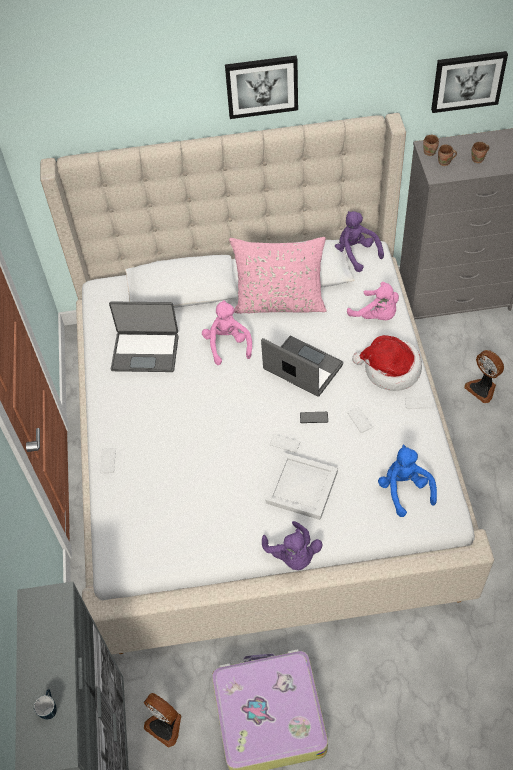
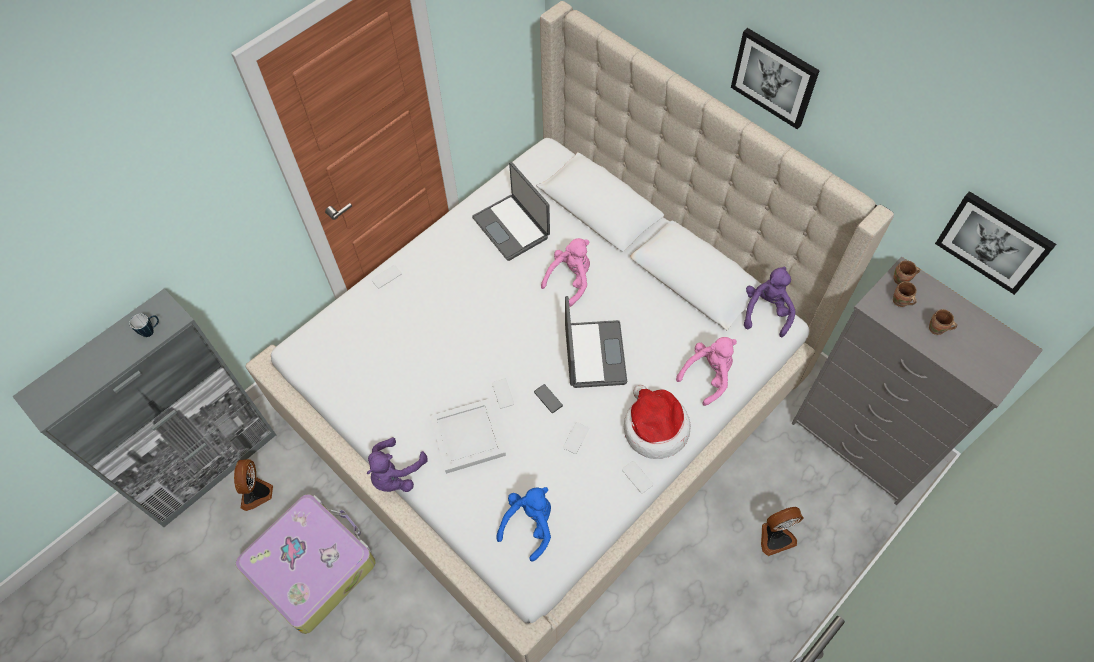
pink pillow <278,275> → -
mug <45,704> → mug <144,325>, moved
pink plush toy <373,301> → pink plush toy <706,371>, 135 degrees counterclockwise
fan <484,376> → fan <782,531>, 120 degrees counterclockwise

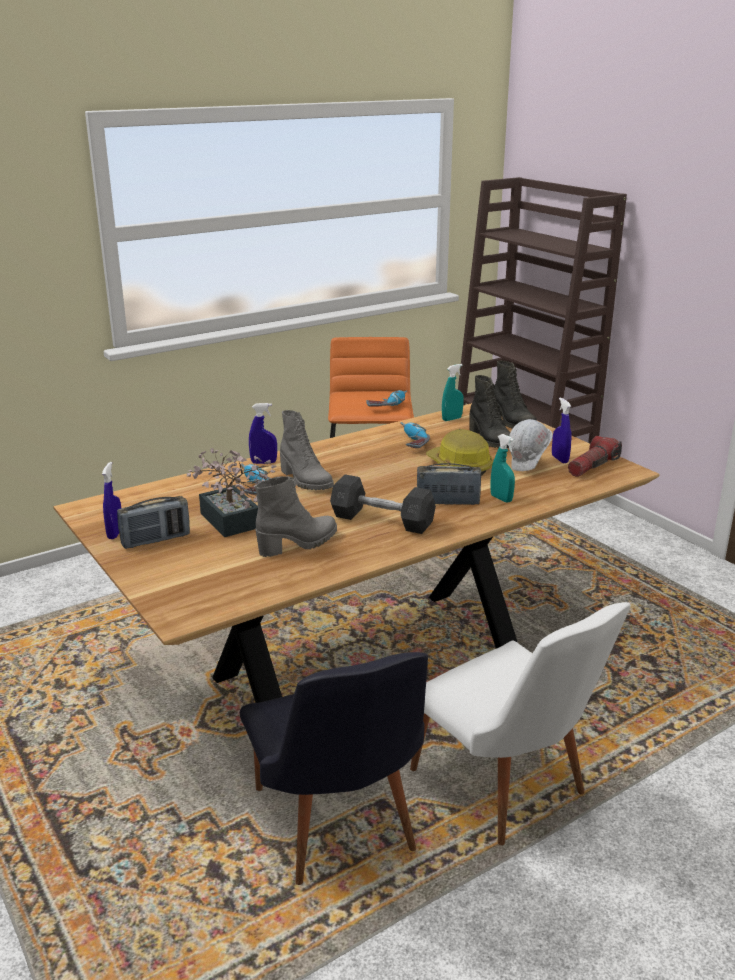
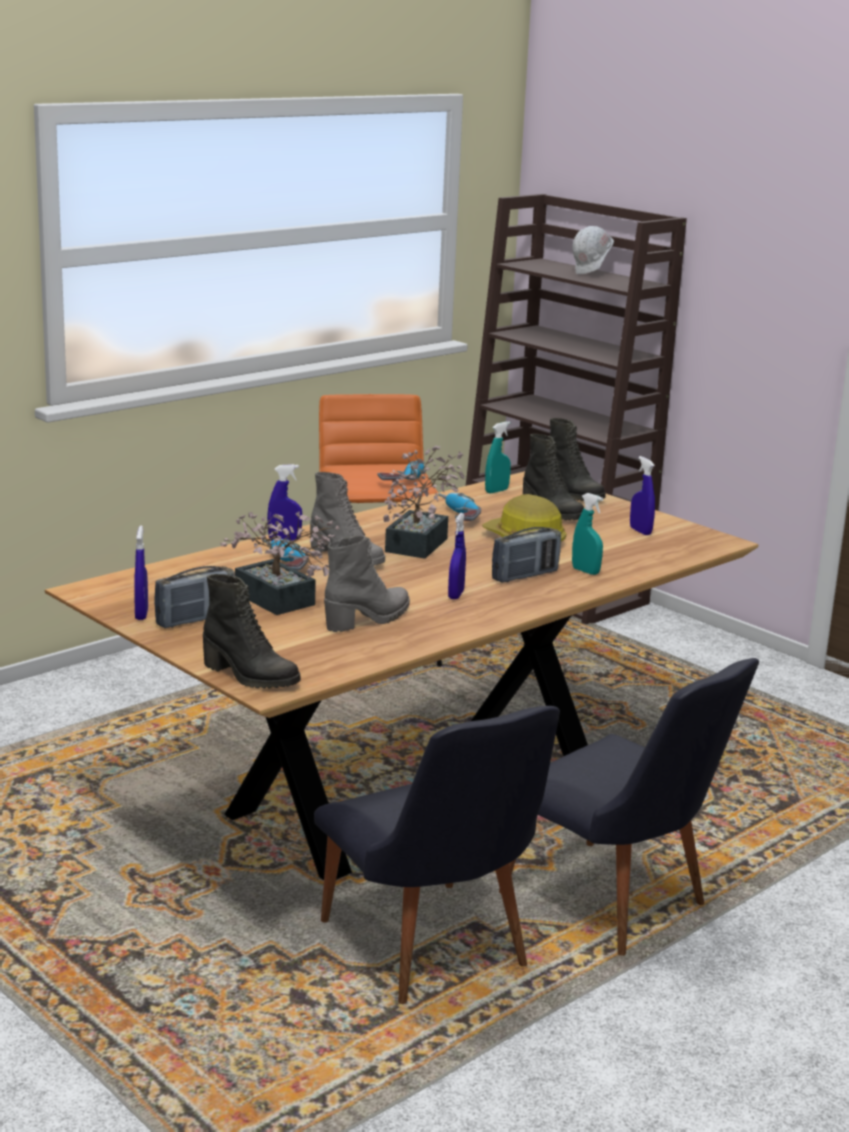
flashlight <595,456> → -
- → black boot <252,631>
- → potted plant <424,502>
white hard hat <531,445> → white hard hat <593,250>, moved
grey dumbbell <383,504> → blue spray bottle <457,556>
white chair <520,723> → black chair <629,807>
radio <449,484> → radio <526,554>, 150 degrees clockwise

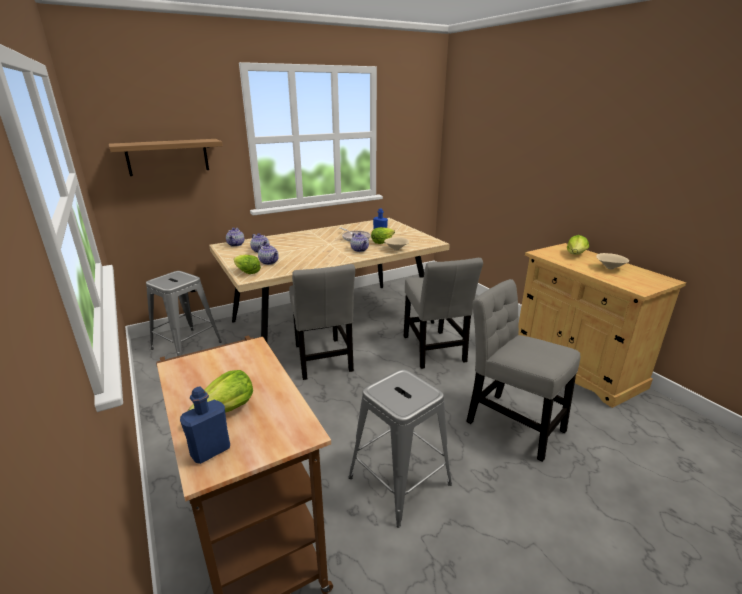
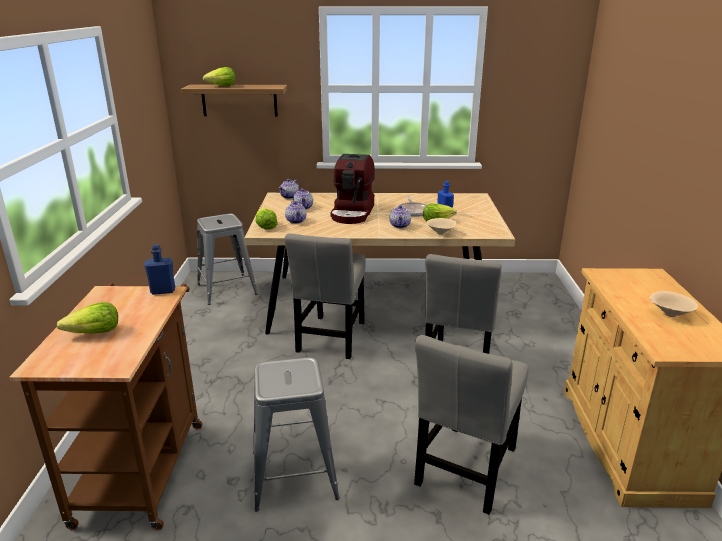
- → coffee machine <352,189>
blue bottle <205,425> → blue bottle <159,269>, moved
lettuce <578,245> → lettuce <219,76>, moved
grey chair <523,370> → grey chair <471,425>, 135 degrees counterclockwise

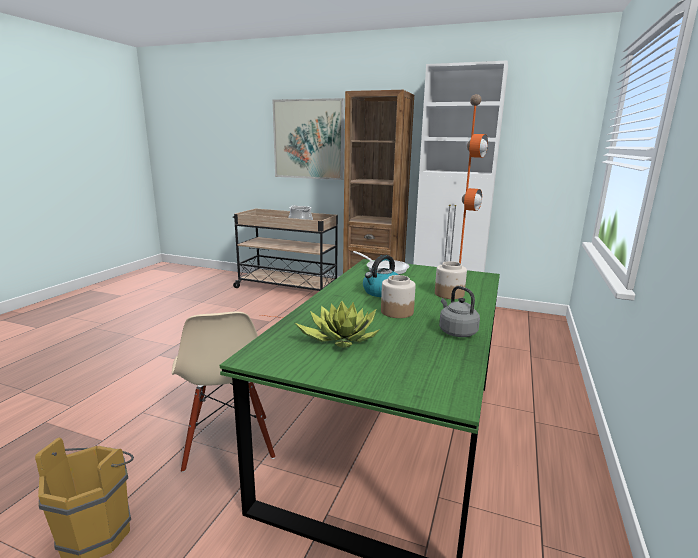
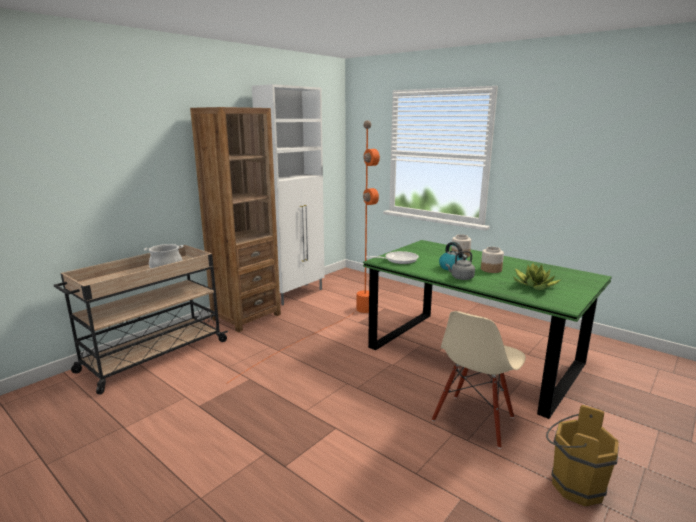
picture <308,139> → -
grey kettle <459,311> → grey kettle <460,265>, moved
beige chair <223,392> → beige chair <479,380>, 120 degrees clockwise

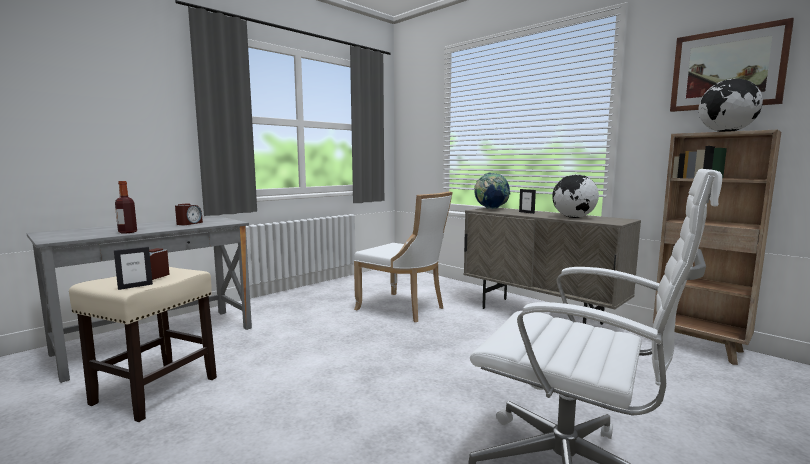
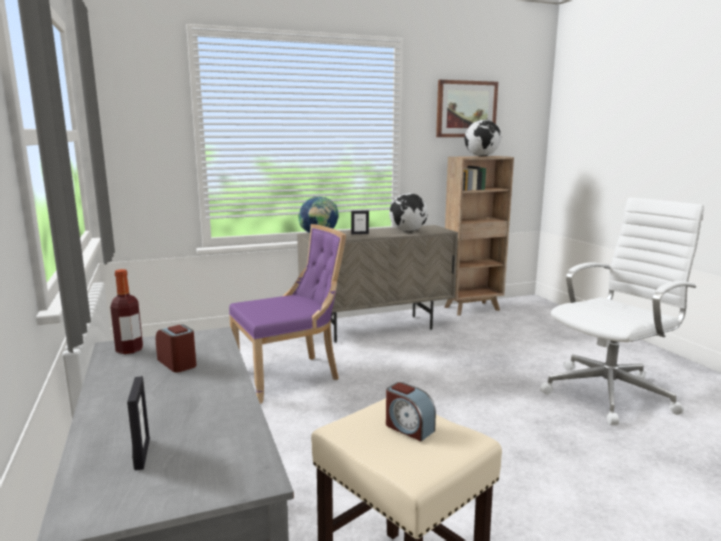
picture frame <133,268> → picture frame <138,423>, moved
bottle <126,207> → bottle <126,311>, moved
white chair <403,256> → purple chair <287,314>

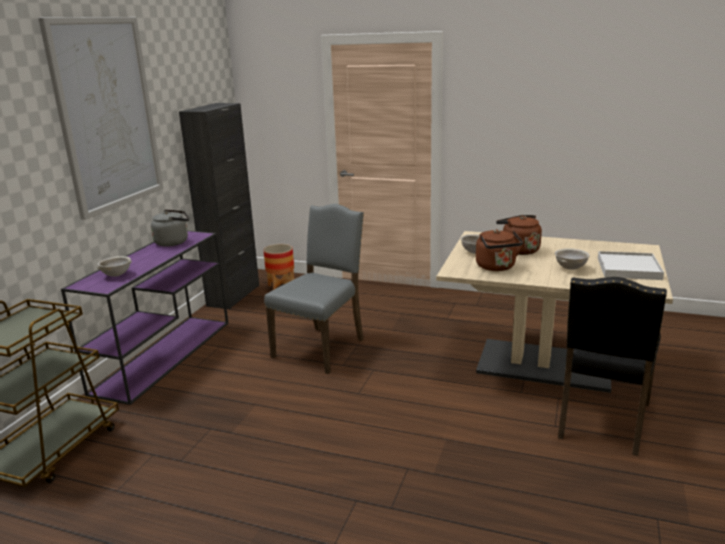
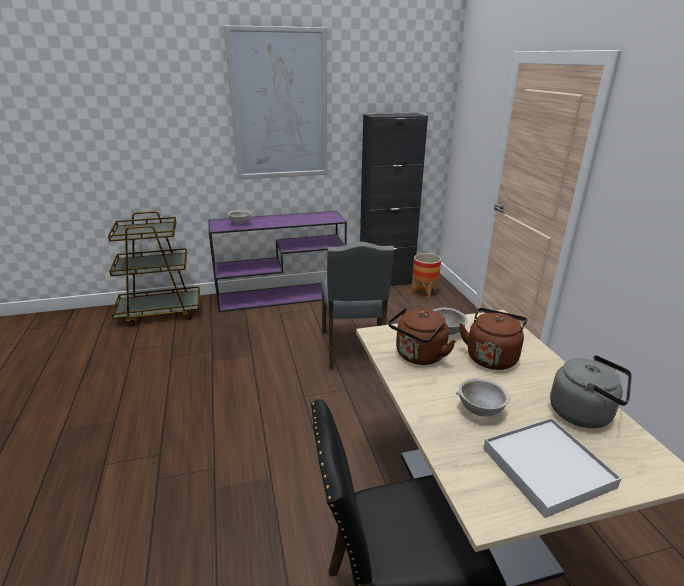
grey kettle <170,228> → grey kettle <591,391>, moved
grey chair <314,289> → grey chair <358,306>, 90 degrees clockwise

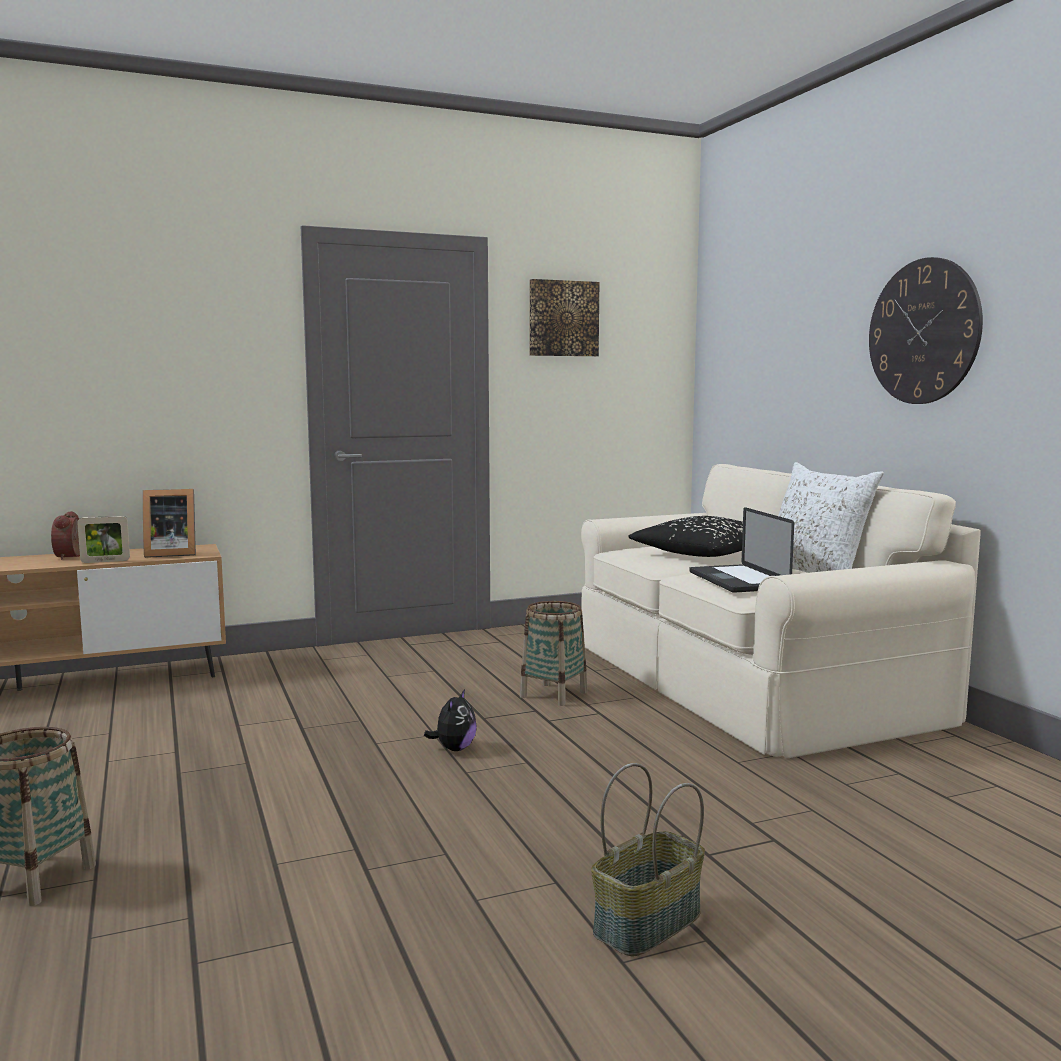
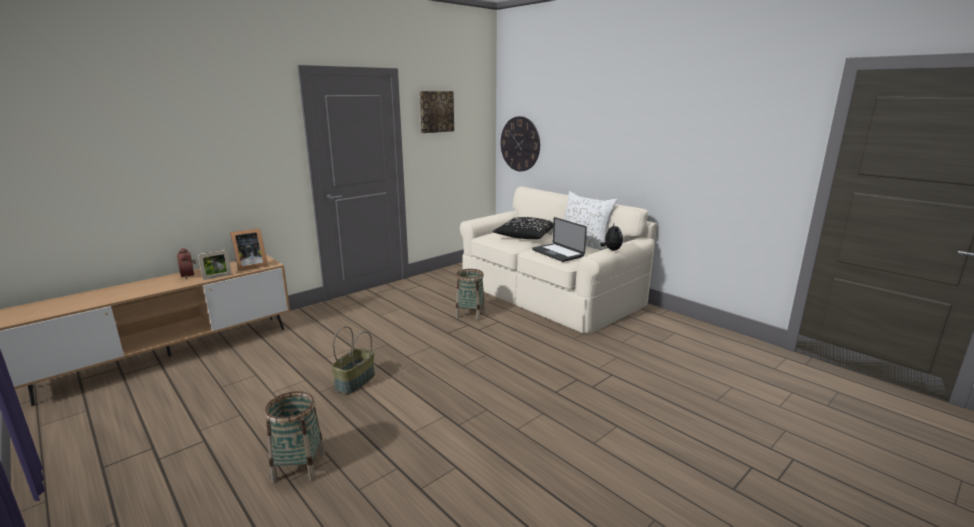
plush toy <450,720> → plush toy <611,237>, moved
basket <648,859> → basket <353,360>, moved
wall clock <926,330> → wall clock <520,143>, moved

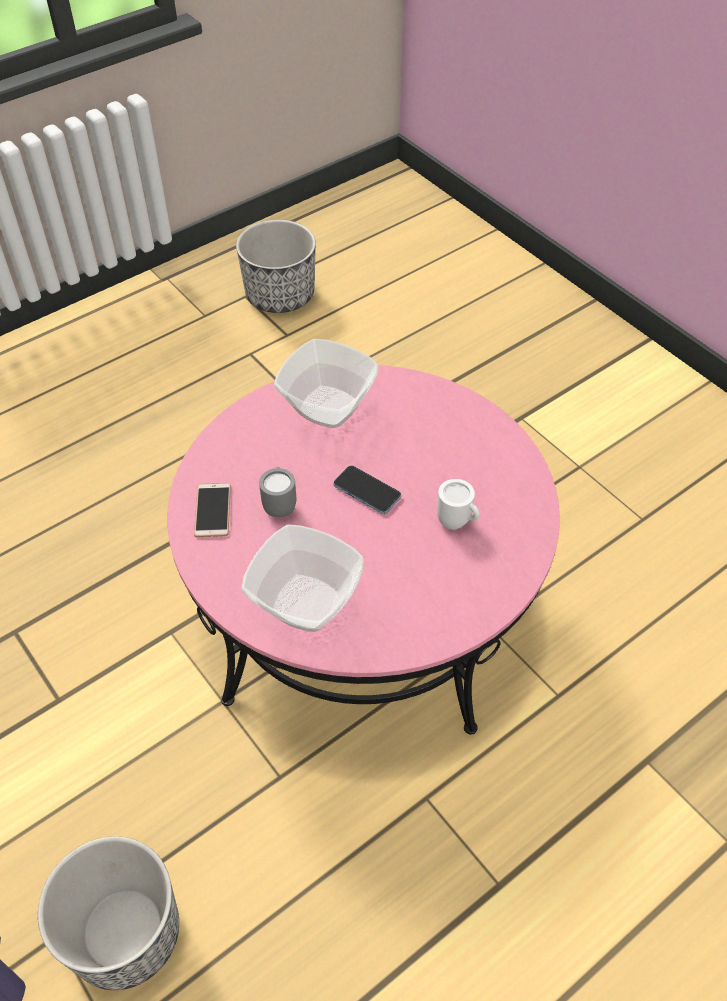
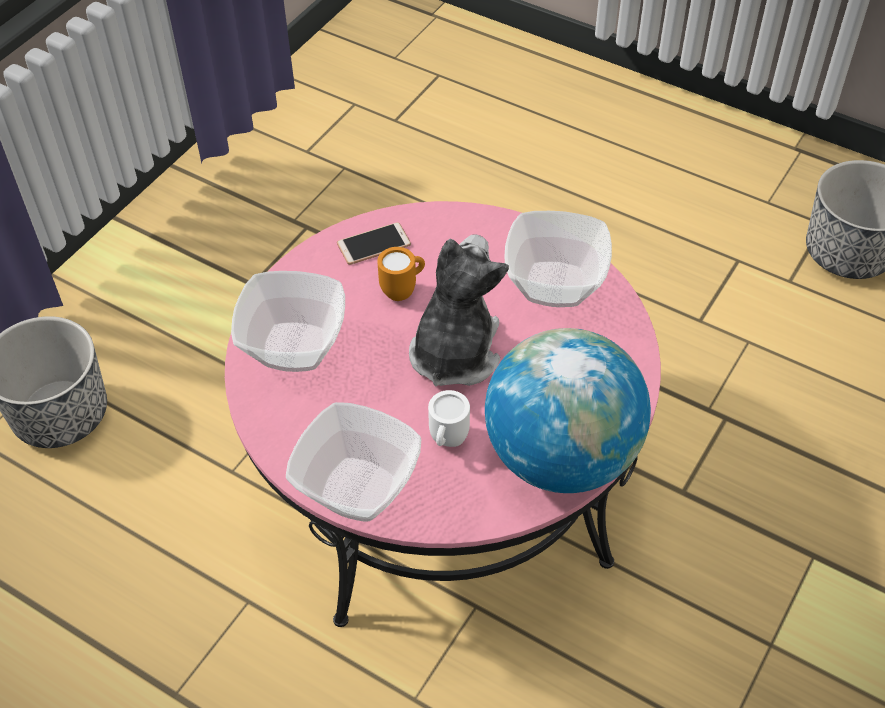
- → bowl <353,462>
- → globe <568,410>
phone <367,489> → plush toy <459,310>
grey mug <277,492> → orange mug <401,274>

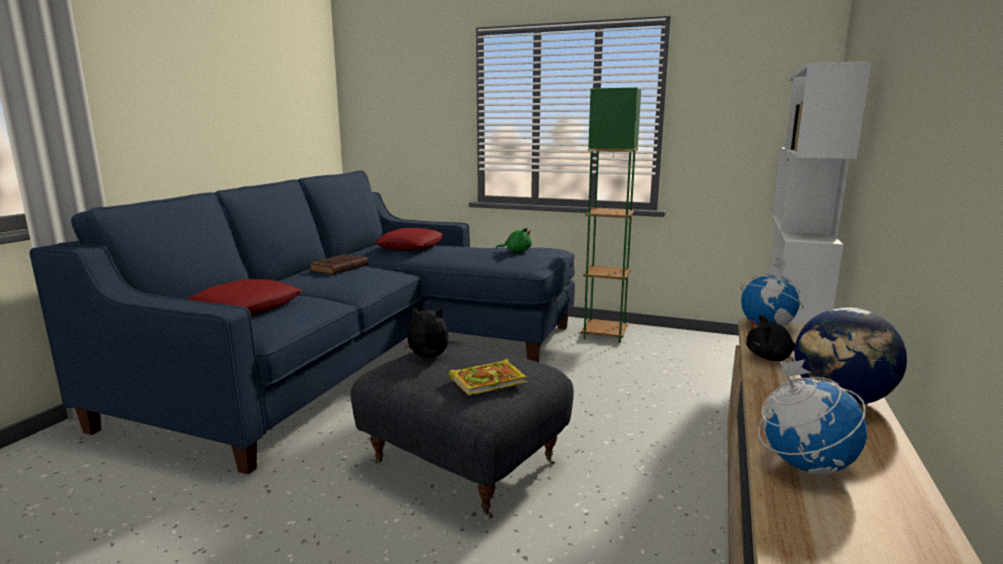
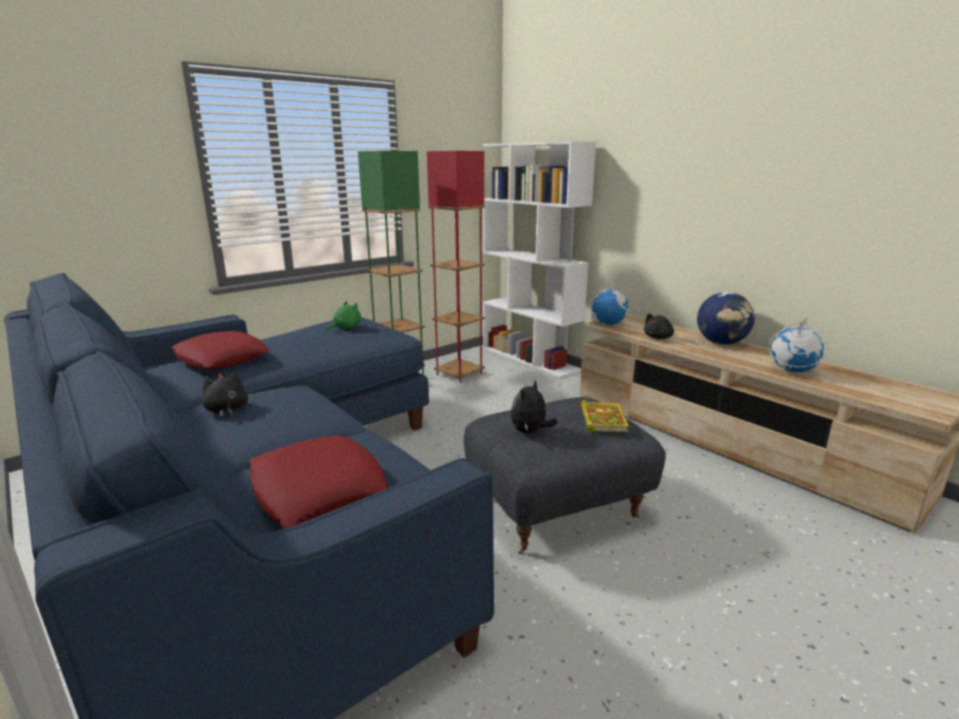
- → red floor lamp <456,267>
brown book <339,264> → black plush toy <225,395>

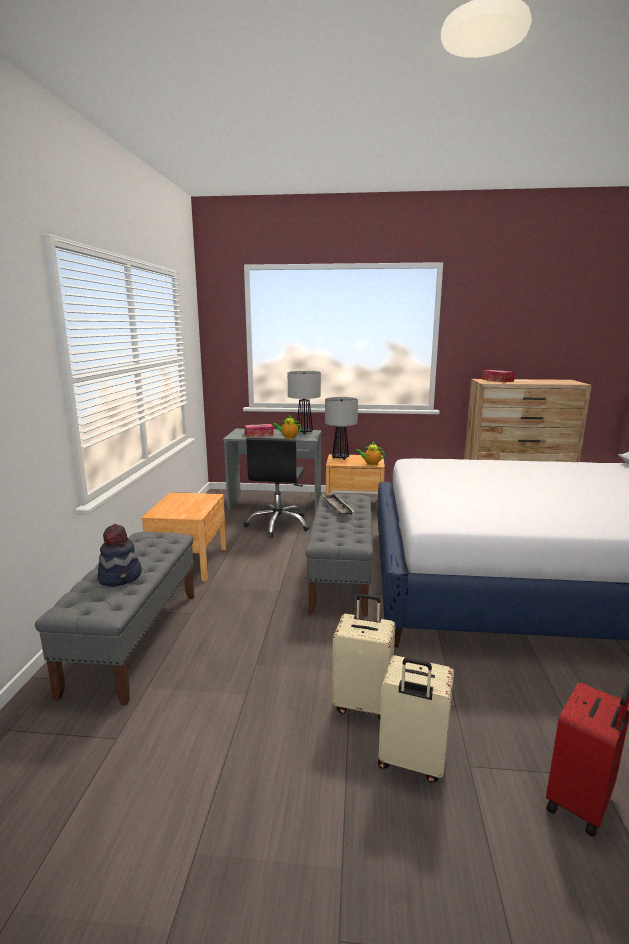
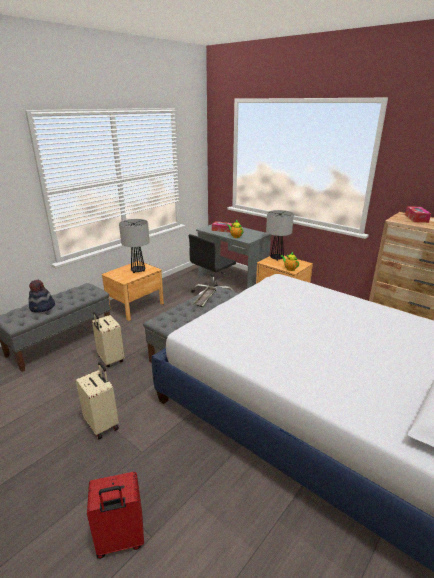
table lamp <304,402> → table lamp <134,246>, moved
beige suitcase <416,719> → beige suitcase <108,339>, moved

